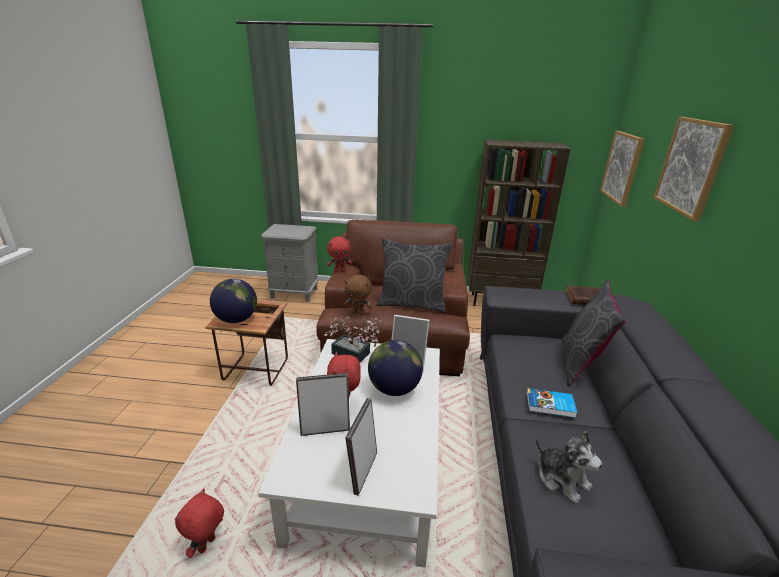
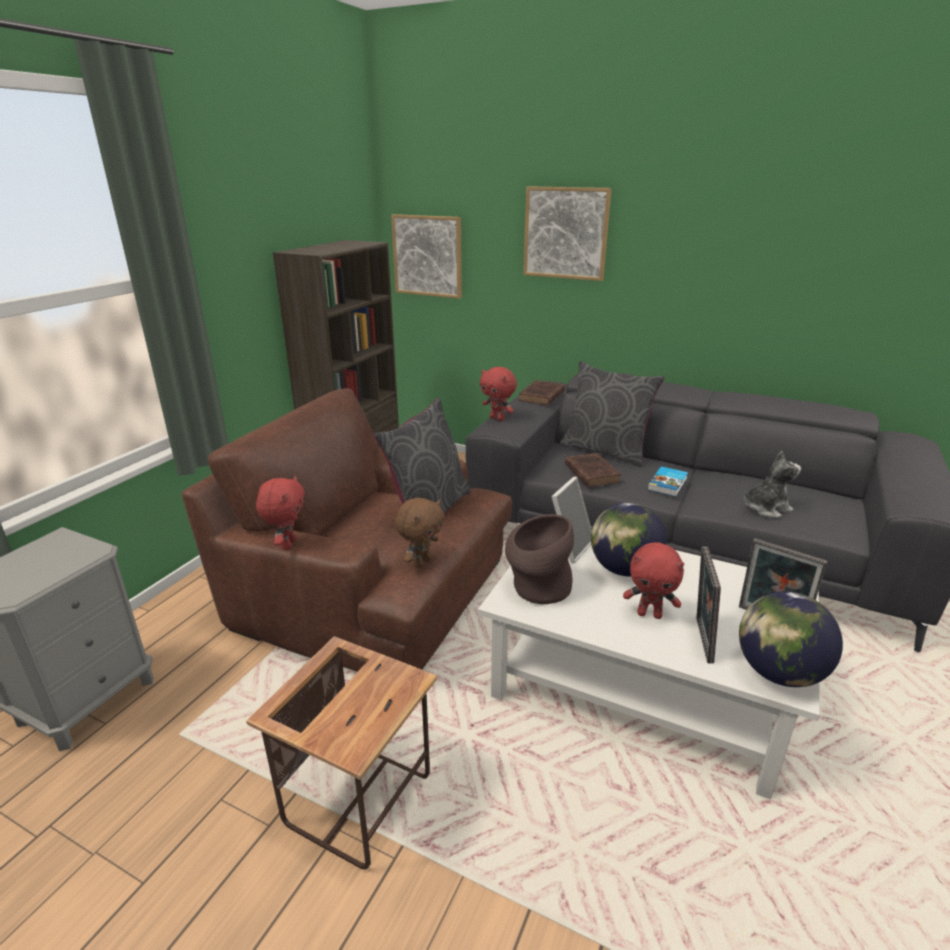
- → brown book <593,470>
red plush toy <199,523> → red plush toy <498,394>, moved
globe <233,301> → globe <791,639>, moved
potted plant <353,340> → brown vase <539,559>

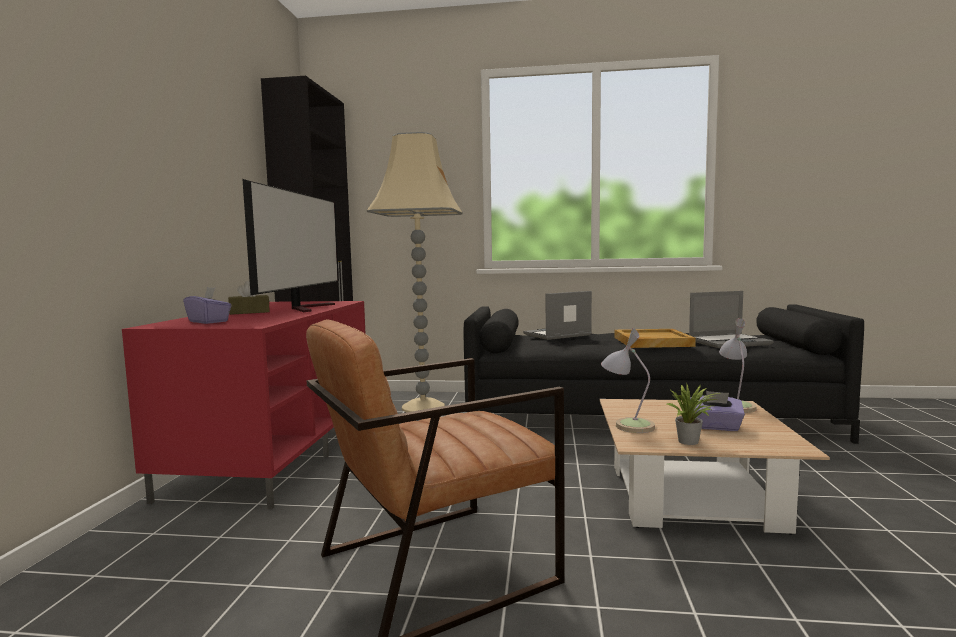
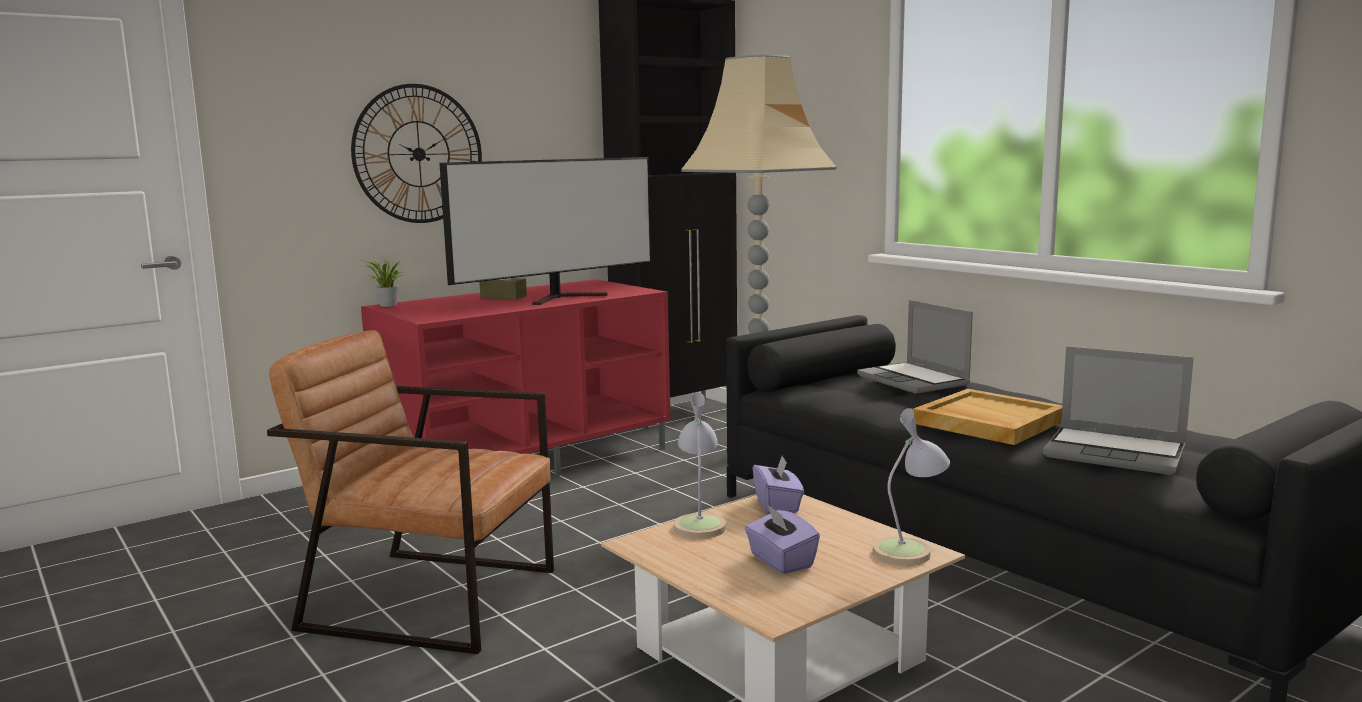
- → wall clock <416,153>
purple tissue box <207,305> → purple tissue box <778,484>, moved
potted plant <693,414> → potted plant <382,281>, moved
laptop <557,315> → laptop <915,347>, 135 degrees counterclockwise

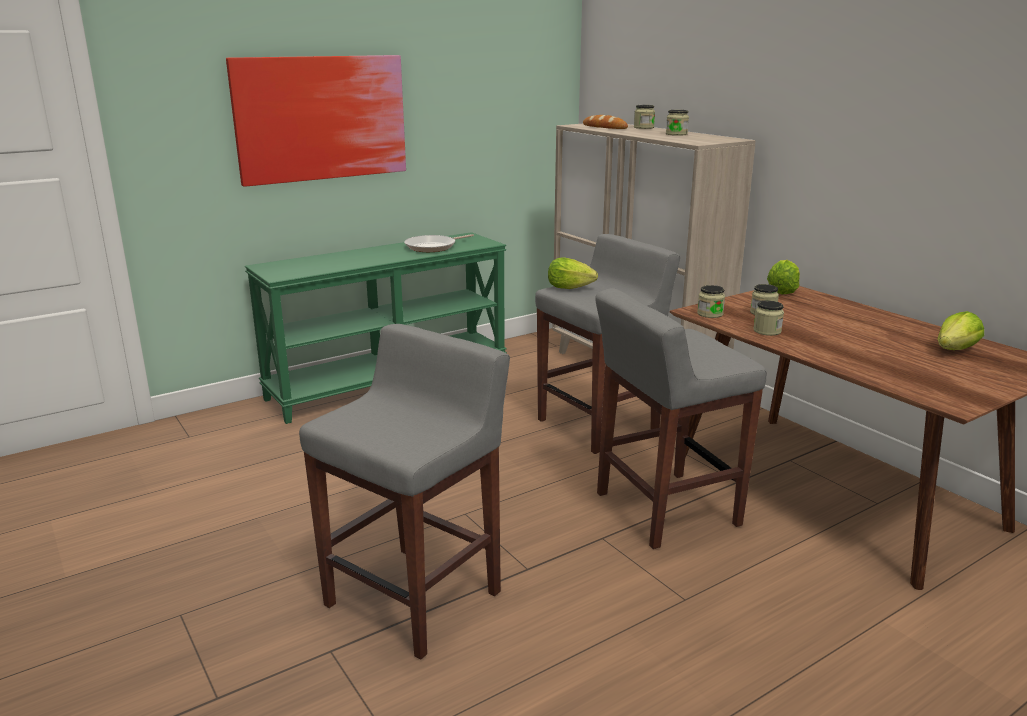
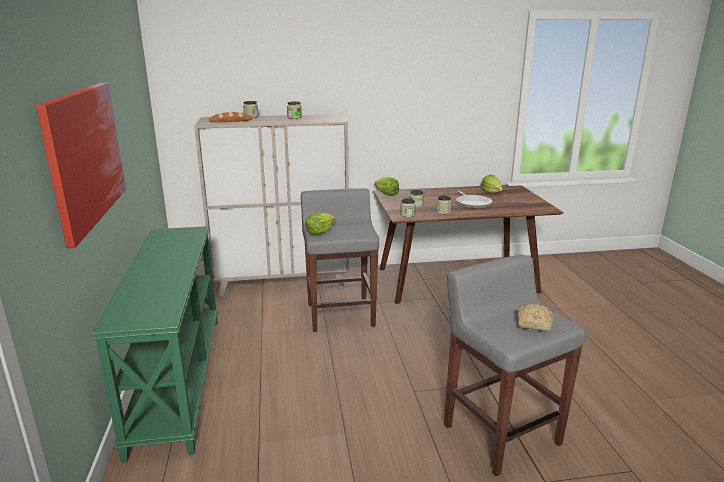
grey stool <681,418> → -
- → bread <535,318>
frying pan <439,243> → frying pan <474,199>, moved

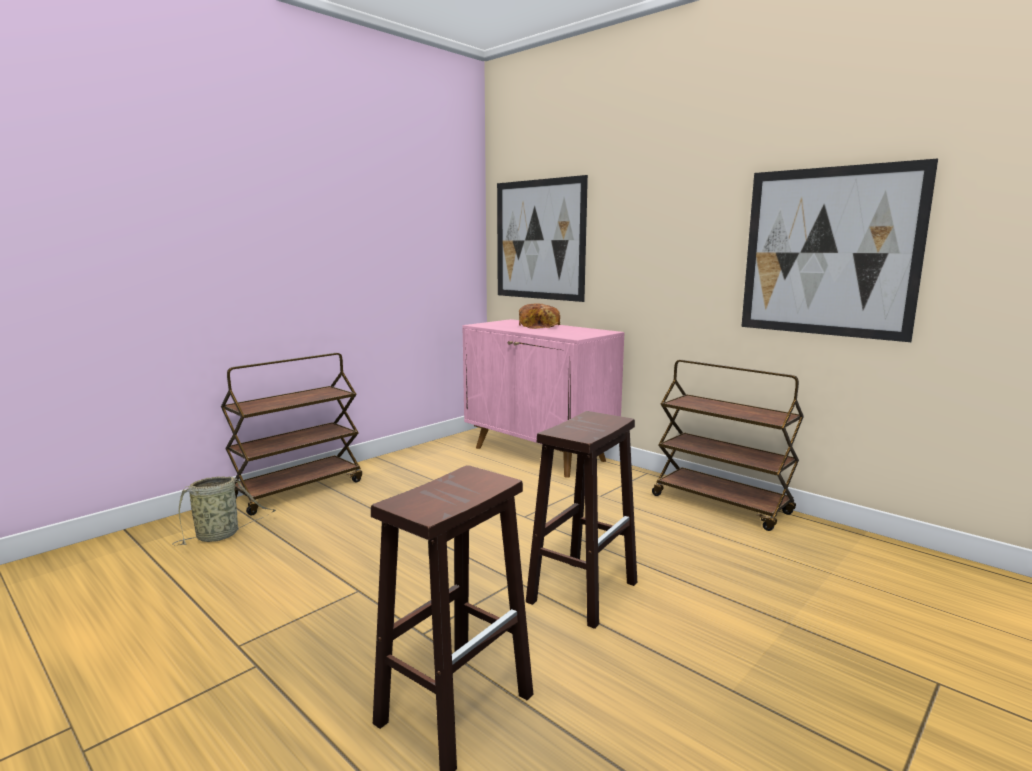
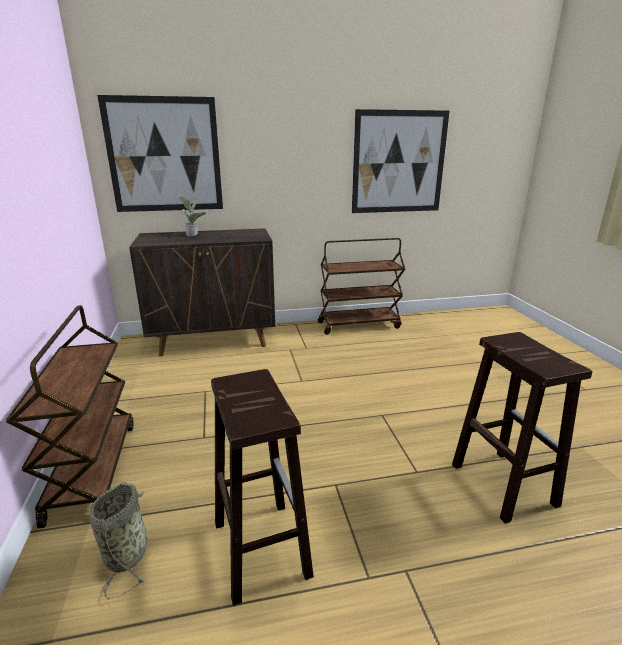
brown stool <581,520> → brown stool <262,487>, moved
bread <540,316> → potted plant <192,216>
pink cabinet <543,398> → brown cabinet <202,292>

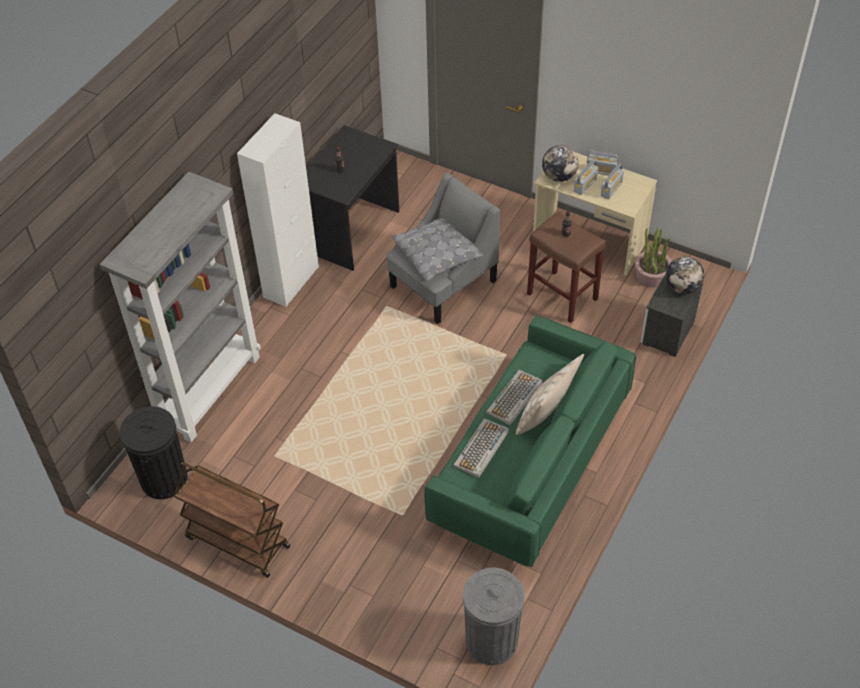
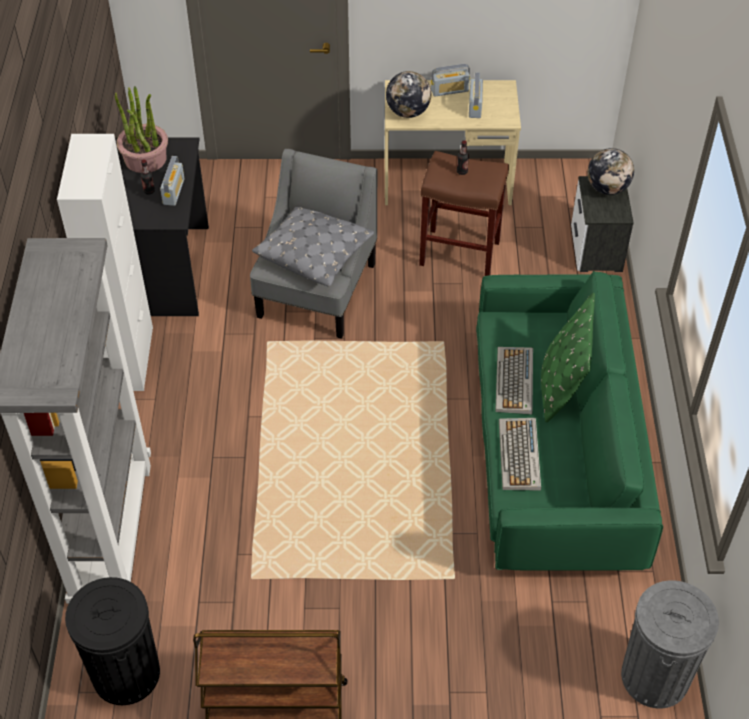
radio <586,177> → radio <172,181>, moved
potted plant <653,257> → potted plant <141,129>, moved
beige pillow <550,394> → green pillow <568,357>

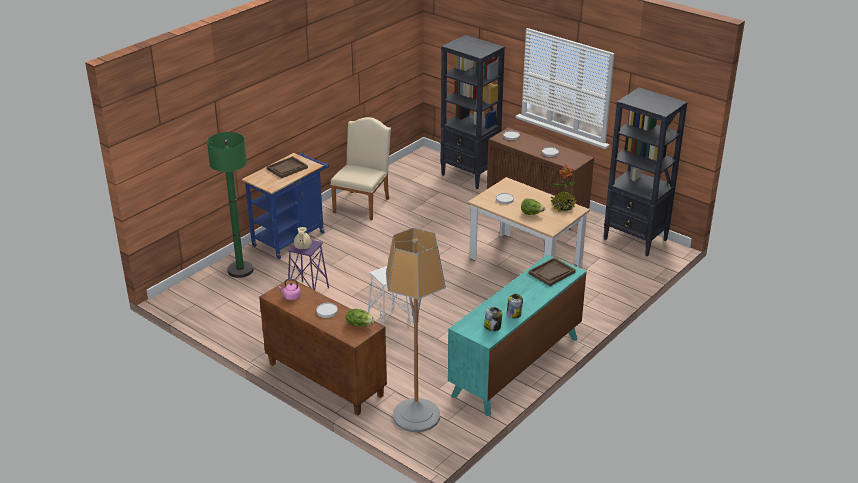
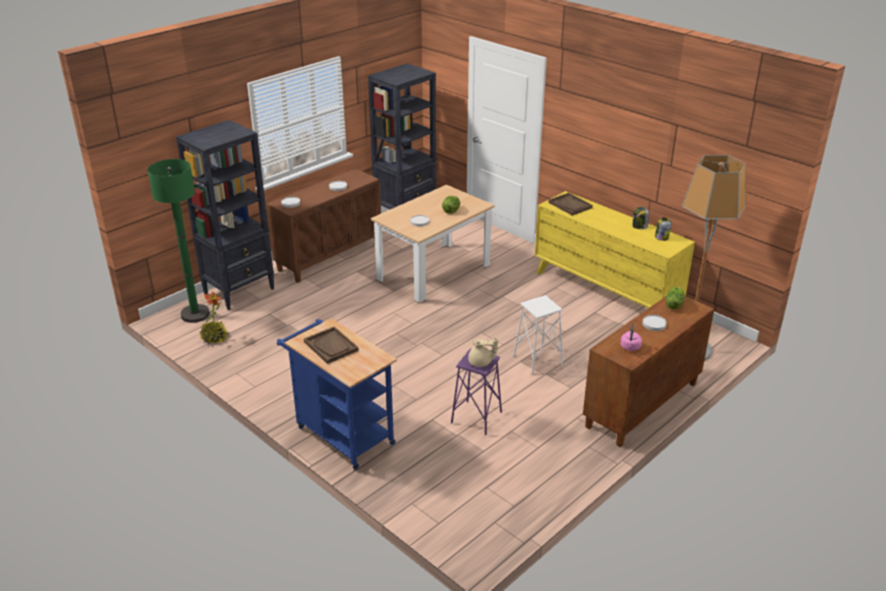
beige chair <360,168> → -
green floor lamp <230,205> → green floor lamp <179,241>, moved
potted plant <563,188> → potted plant <213,317>, moved
turquoise dresser <517,335> → yellow dresser <615,249>

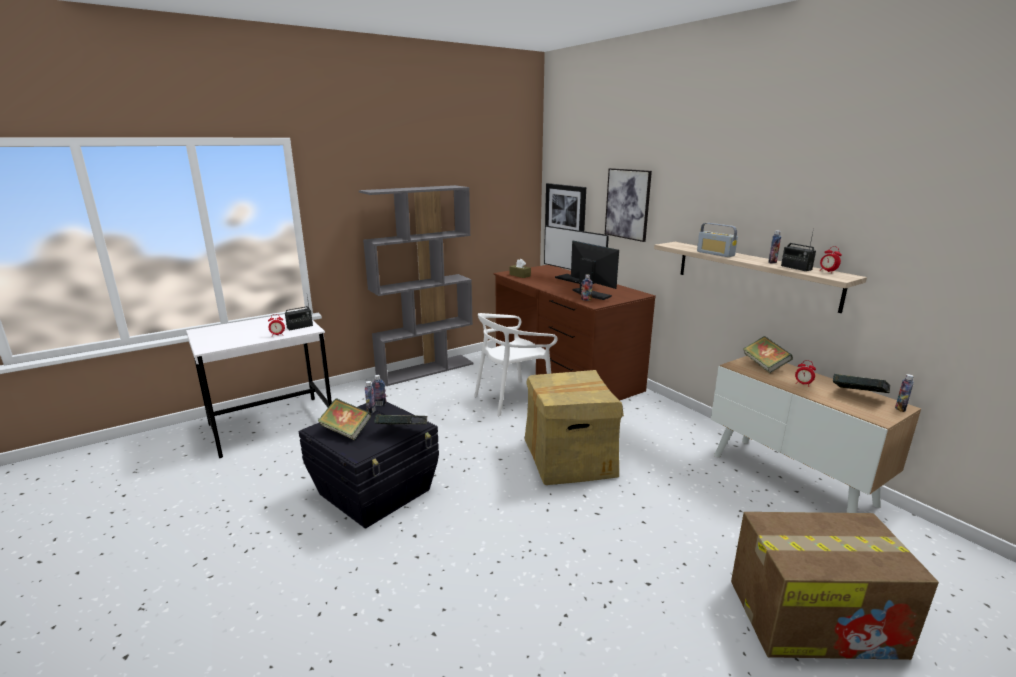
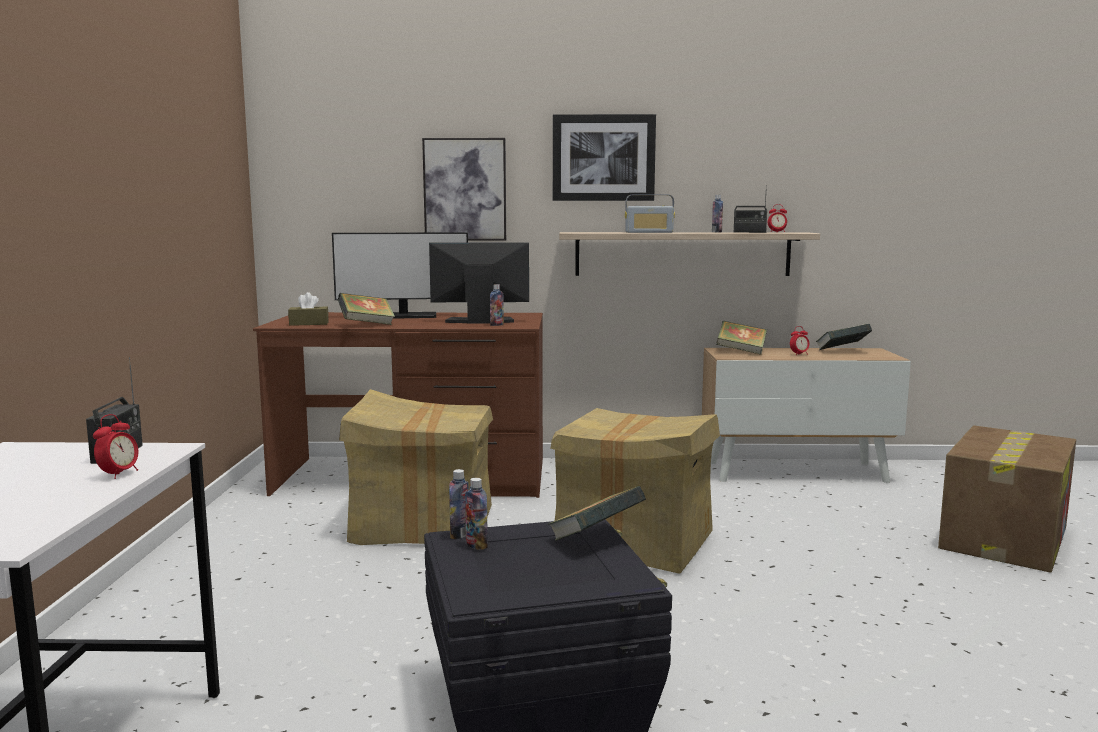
grey bookcase <416,285> → -
bottle <904,393> → -
book <344,419> → book <366,309>, moved
picture <565,207> → picture <604,157>, moved
white chair <516,364> → cardboard box <416,467>

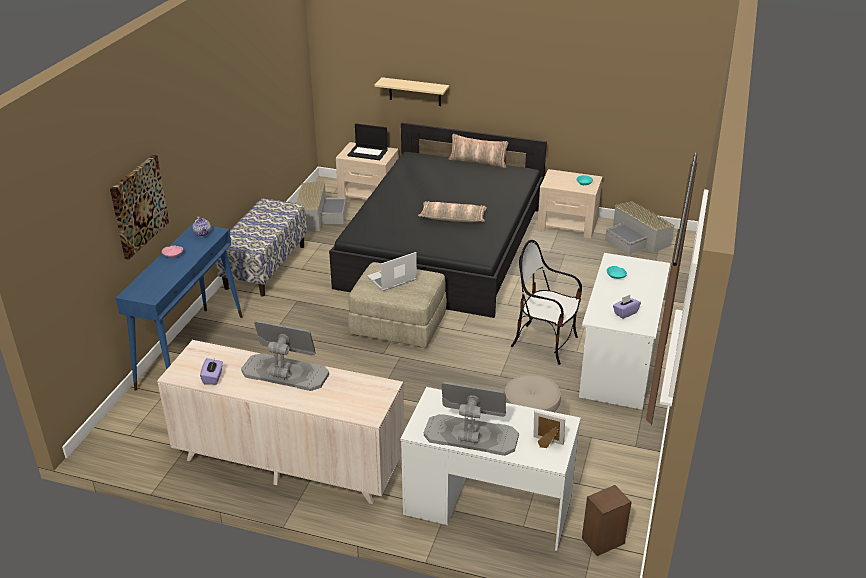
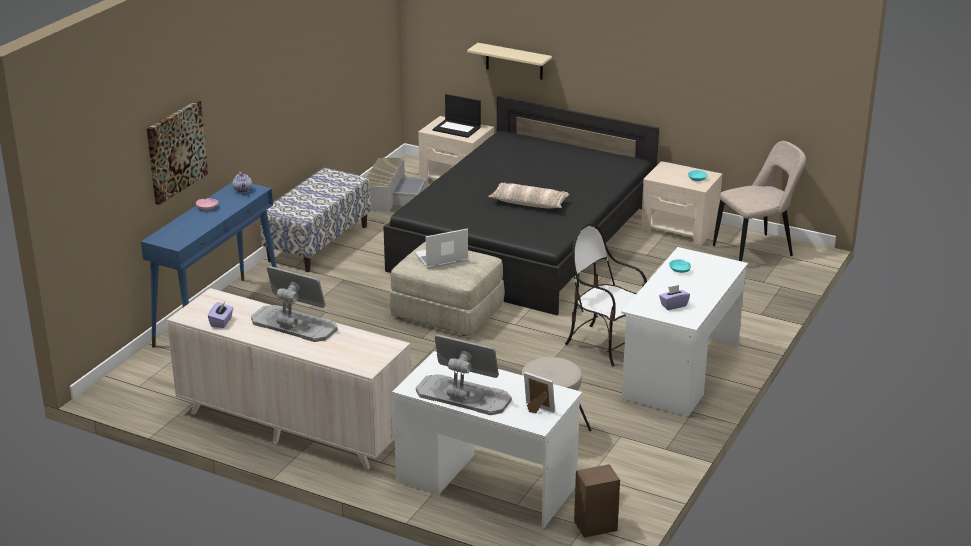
pillow <478,151> → -
grey storage box <639,228> → beige chair <759,201>

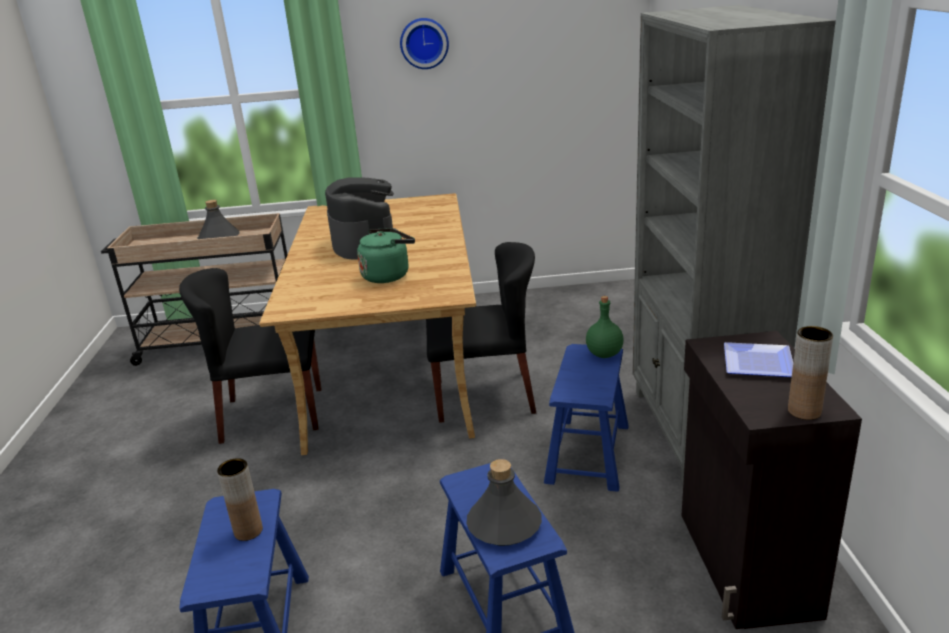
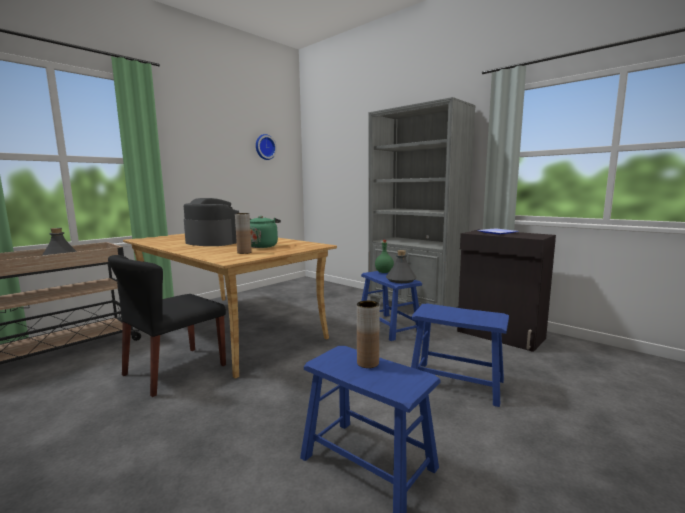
black chair <481,332> → -
wall clock <424,43> → wall clock <266,147>, moved
grey bottle <504,502> → grey bottle <401,266>, moved
brown vase <810,373> → brown vase <243,233>, moved

